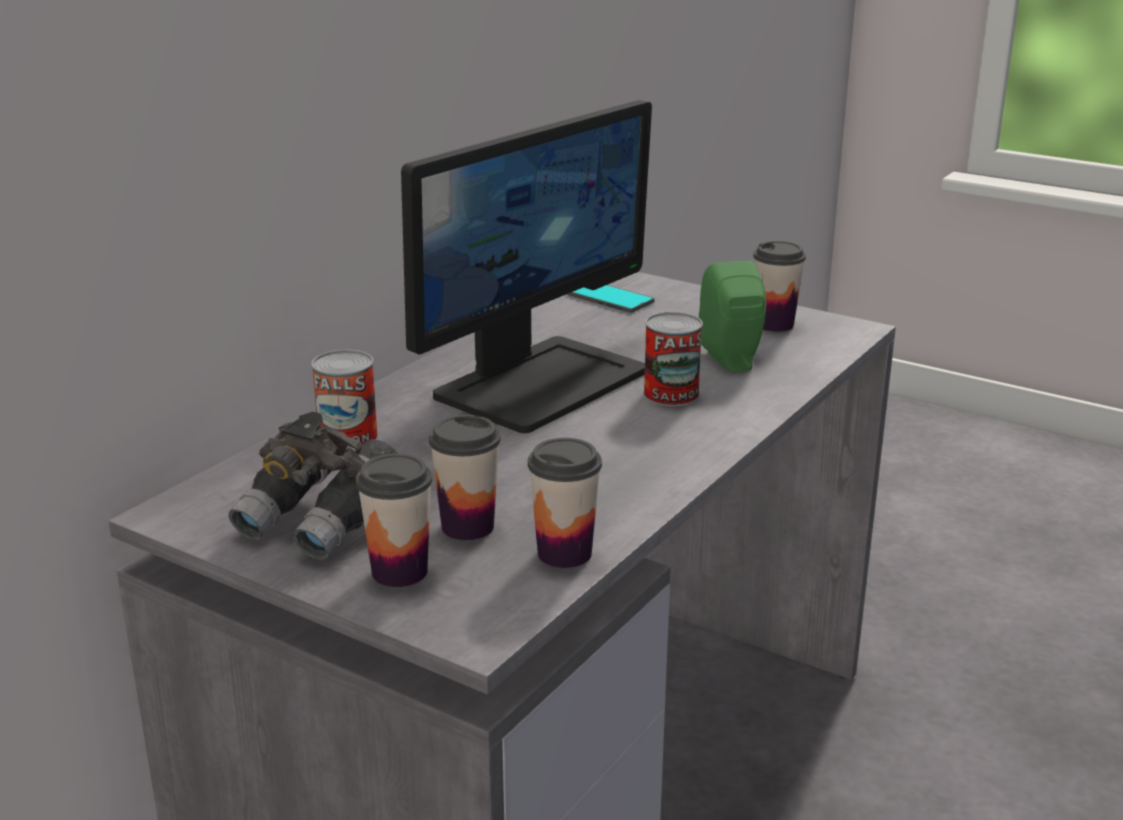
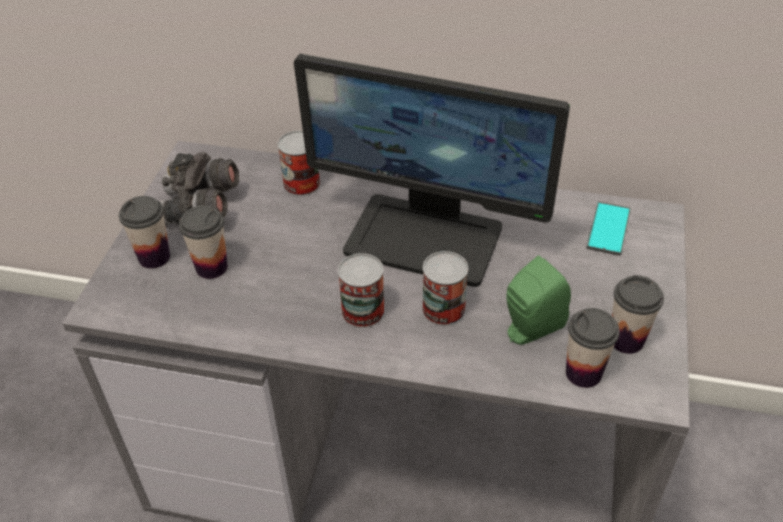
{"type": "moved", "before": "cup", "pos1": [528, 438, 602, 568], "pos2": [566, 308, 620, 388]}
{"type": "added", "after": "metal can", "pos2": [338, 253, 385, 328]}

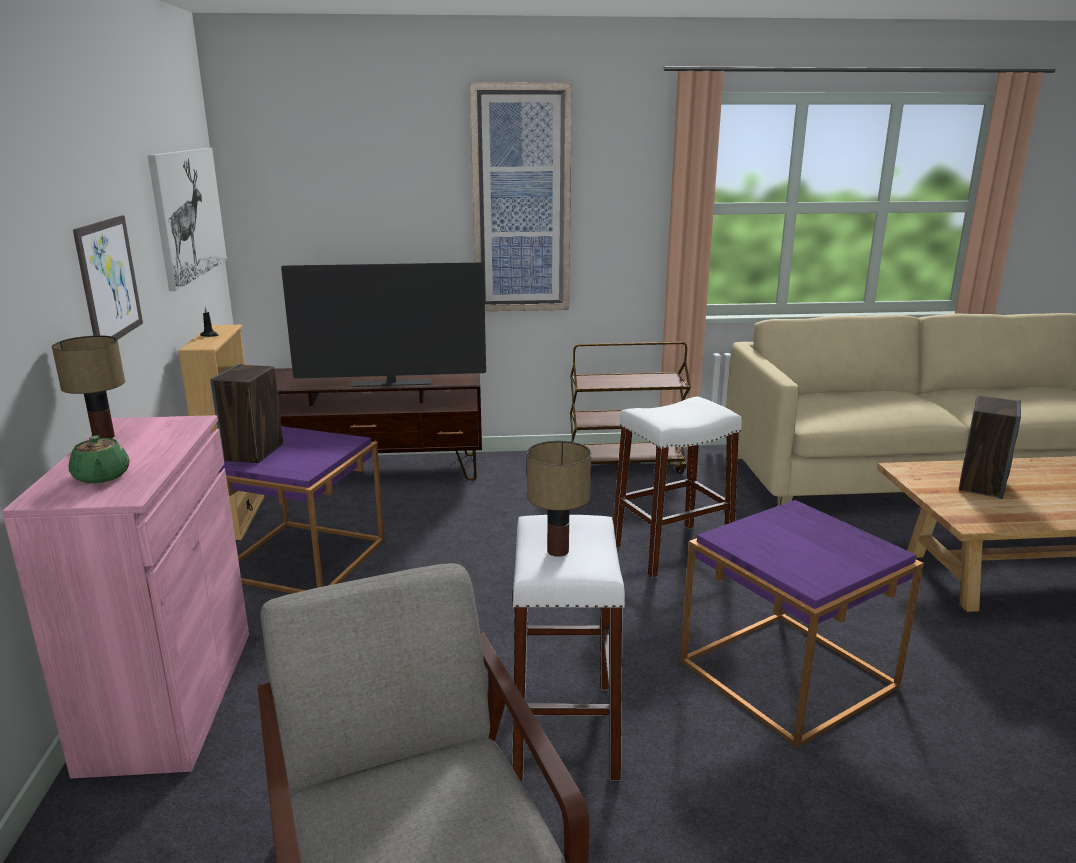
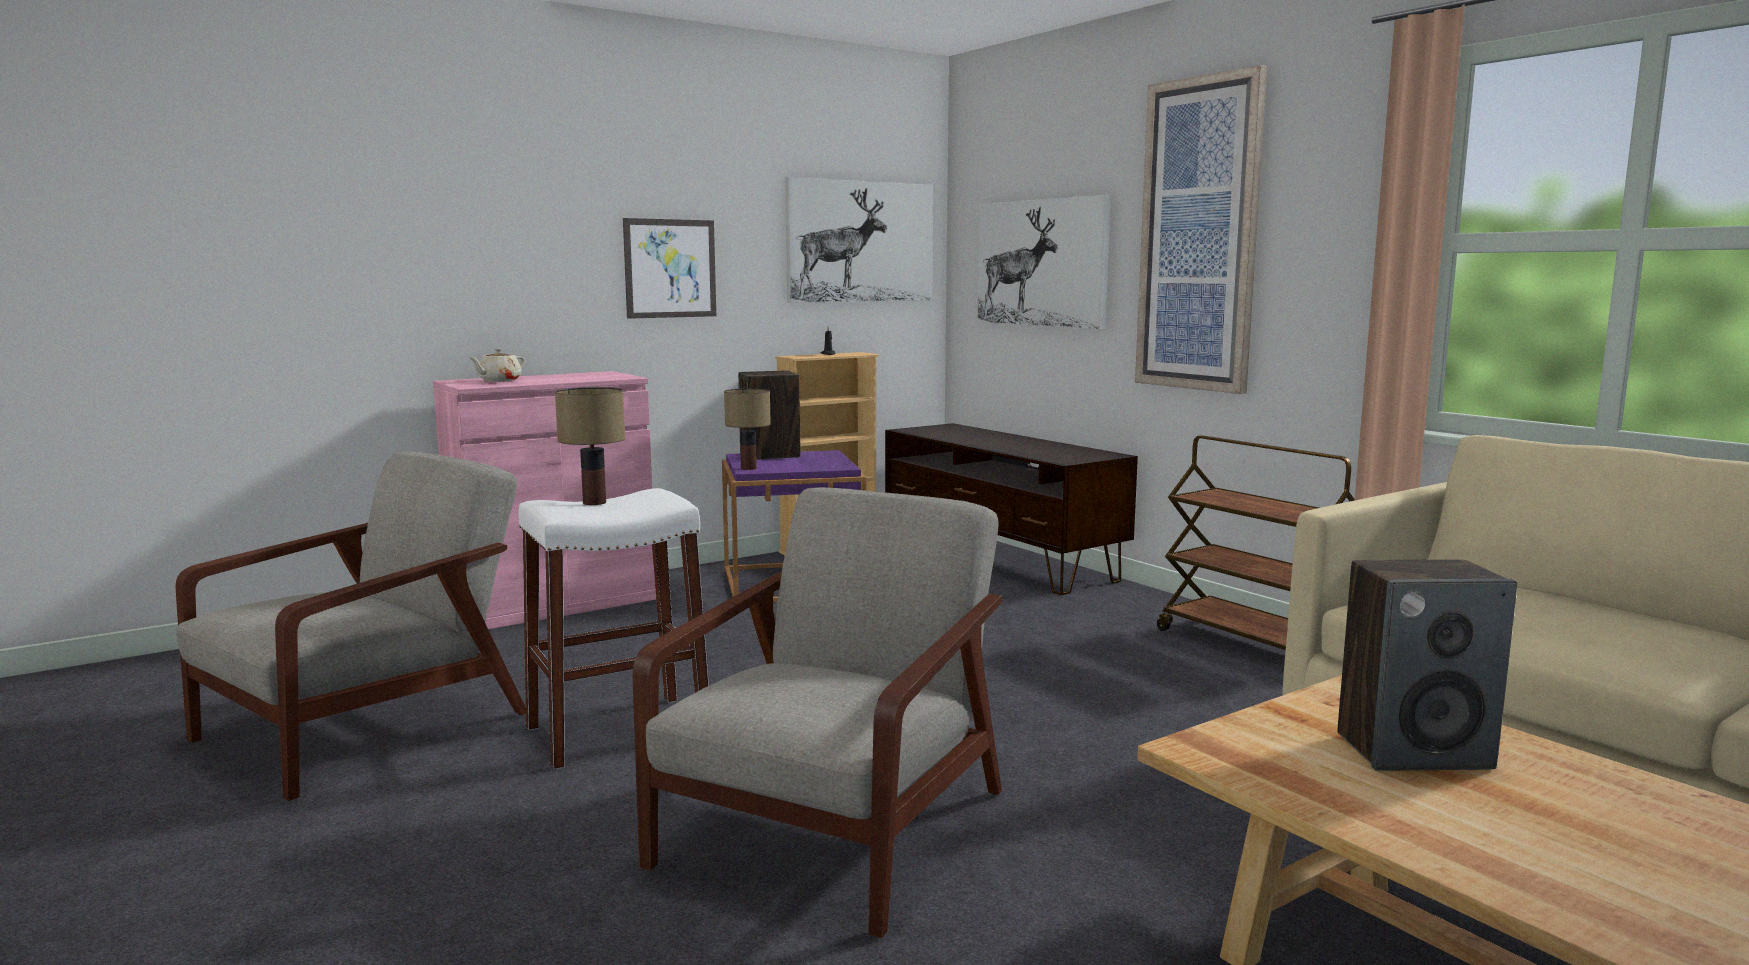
{"type": "removed", "before": "TV set", "pos1": [281, 262, 486, 387]}
{"type": "moved", "before": "tabletop lamp", "pos1": [52, 336, 125, 438], "pos2": [724, 388, 770, 470]}
{"type": "removed", "before": "stool in white-coloured", "pos1": [613, 396, 742, 578]}
{"type": "recoloured", "before": "teapot in green-coloured", "after": "teapot in sand-coloured", "pos1": [69, 436, 130, 484], "pos2": [470, 348, 525, 382]}
{"type": "replaced", "before": "end table in purple-coloured", "after": "lounge chair in grey", "pos1": [680, 500, 924, 748], "pos2": [633, 487, 1002, 938]}
{"type": "added", "after": "wall picture", "pos2": [977, 195, 1111, 329]}

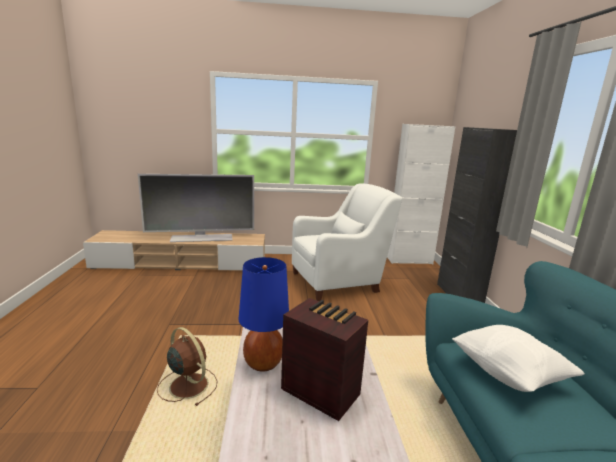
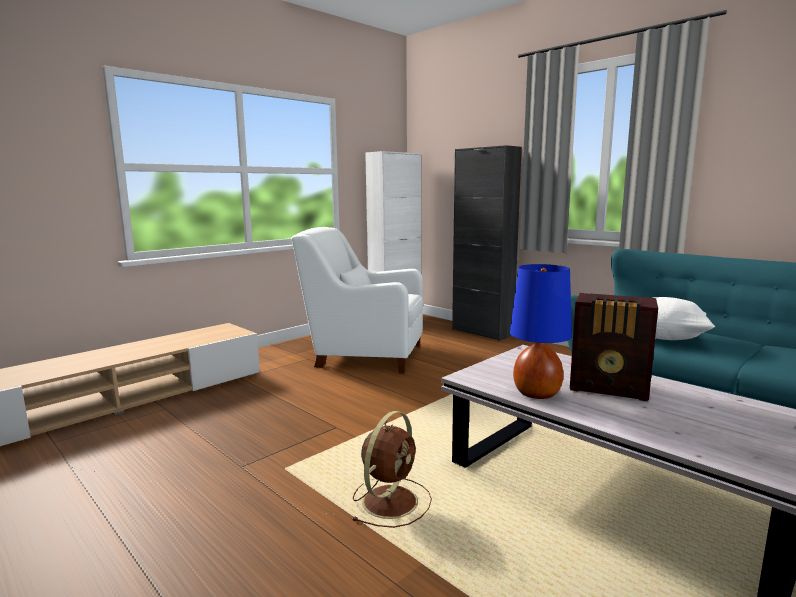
{"type": "removed", "before": "TV set", "pos1": [138, 174, 254, 242]}
{"type": "turned", "before": "lounge chair in white-coloured", "pos1": [292, 183, 402, 301], "pos2": [291, 227, 423, 373], "turn": -105}
{"type": "turned", "before": "radio", "pos1": [281, 298, 368, 421], "pos2": [570, 293, 658, 401], "turn": -150}
{"type": "turned", "before": "fan in brown-coloured", "pos1": [157, 327, 218, 406], "pos2": [353, 411, 432, 528], "turn": 120}

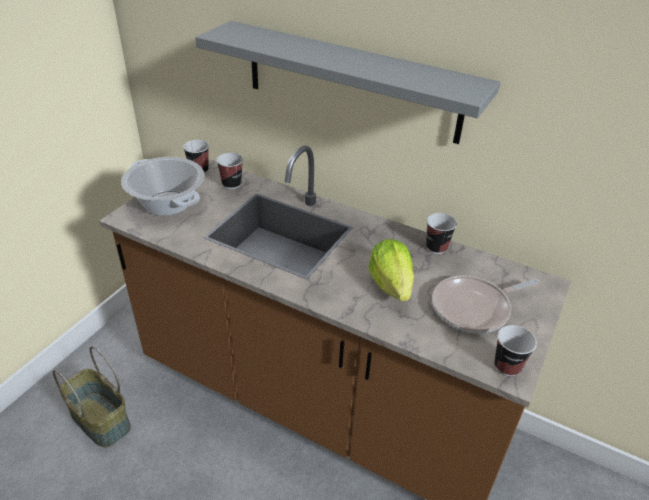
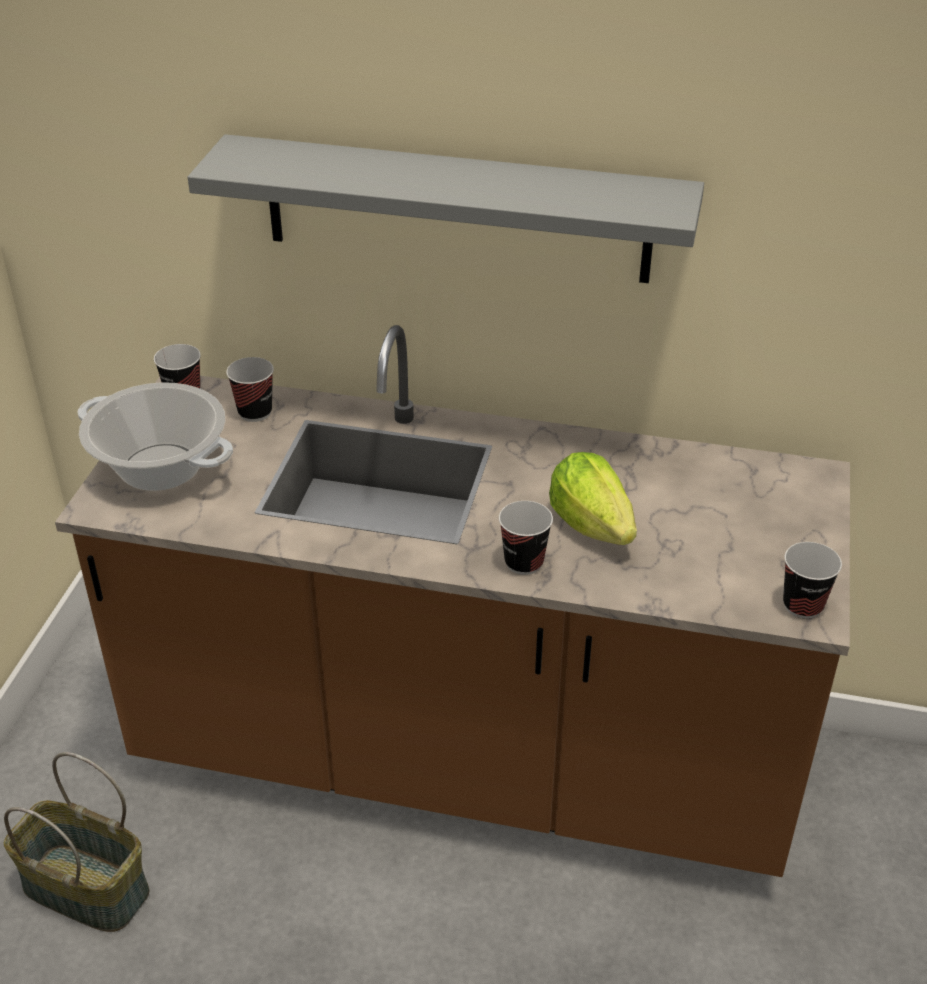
{"type": "moved", "before": "cup", "pos1": [426, 213, 457, 254], "pos2": [499, 501, 553, 575]}
{"type": "removed", "before": "pan", "pos1": [432, 275, 539, 333]}

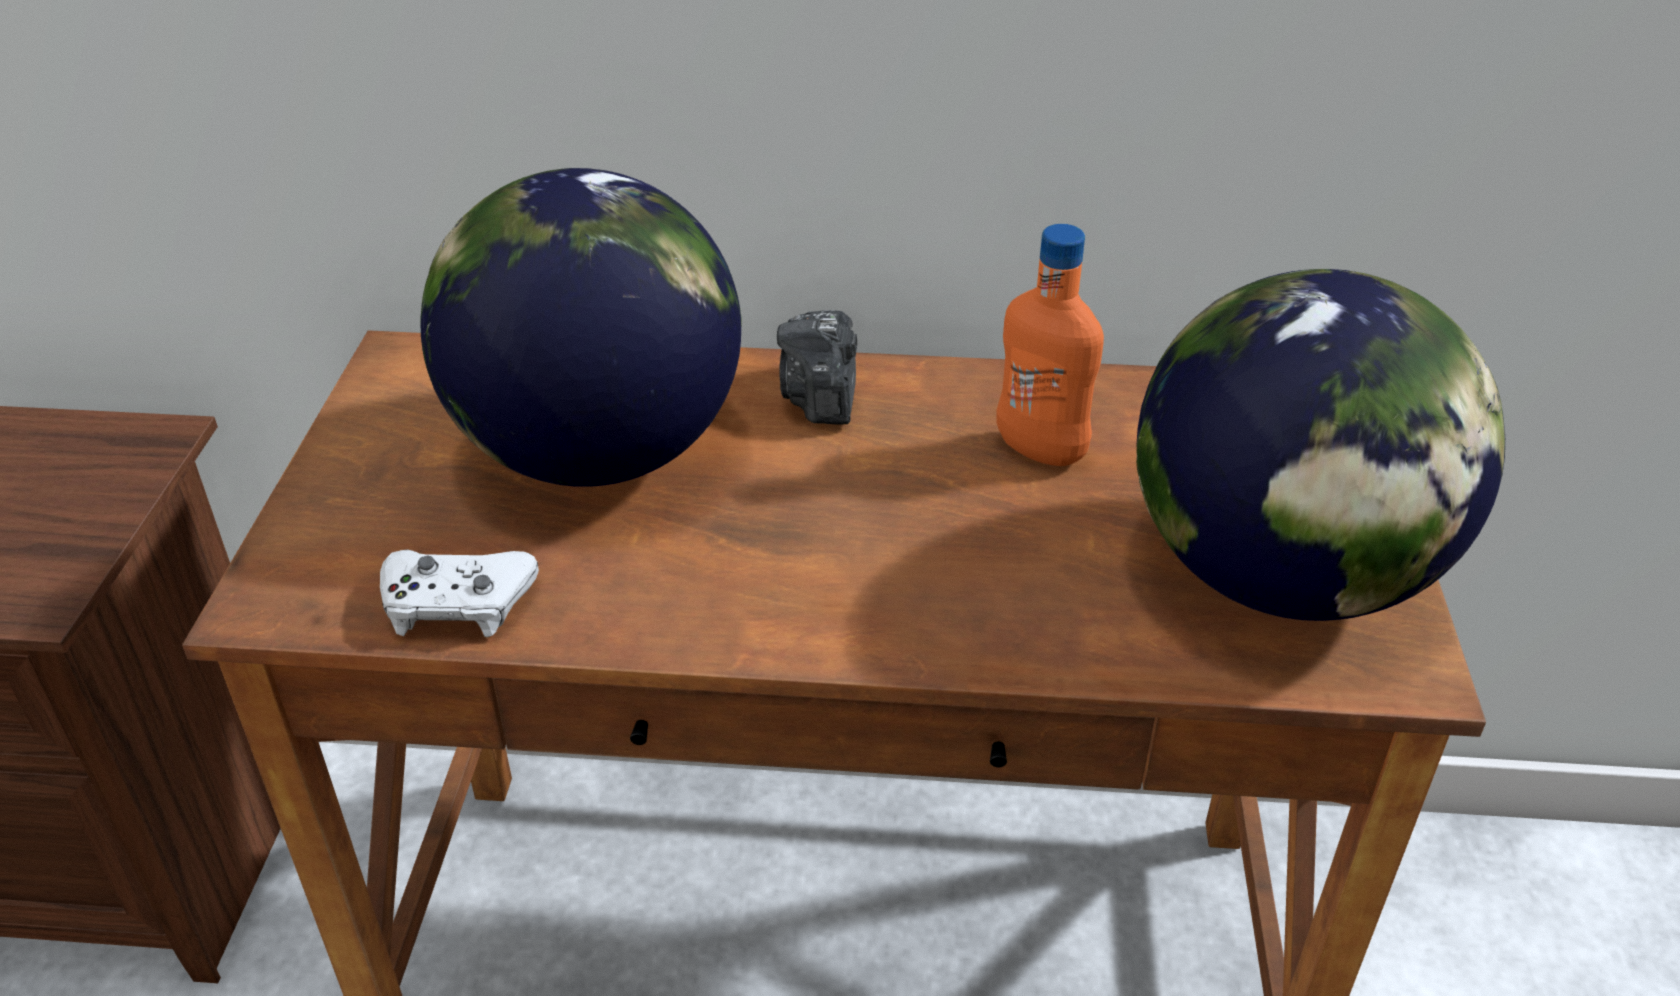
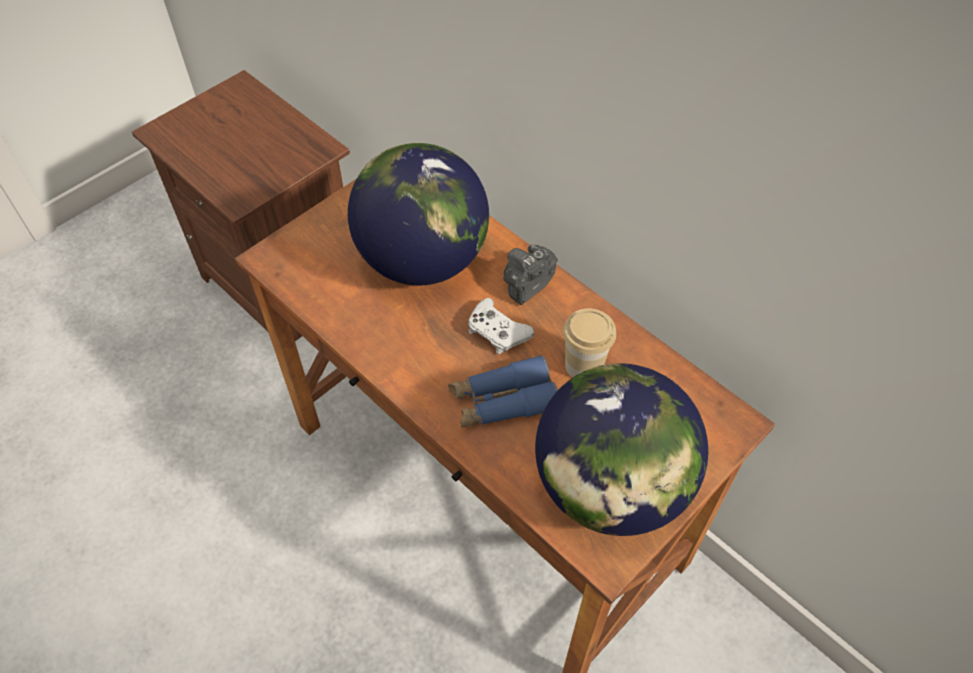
{"type": "replaced", "before": "beverage bottle in orange", "after": "cup", "pos1": [996, 224, 1104, 466], "pos2": [563, 309, 616, 378]}
{"type": "moved", "before": "joypad in white-coloured", "pos1": [380, 549, 539, 637], "pos2": [468, 298, 534, 354]}
{"type": "added", "after": "binoculars in bluish", "pos2": [448, 355, 558, 427]}

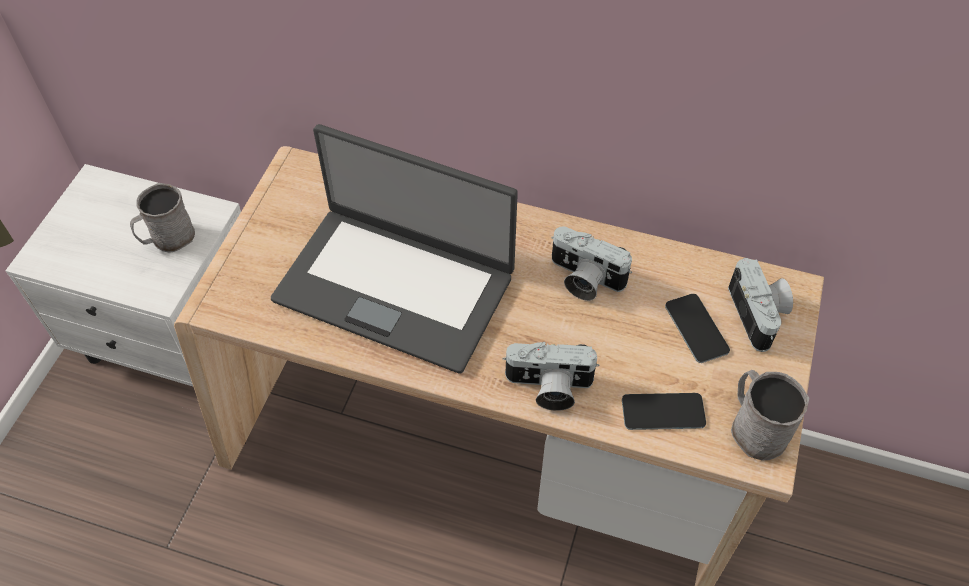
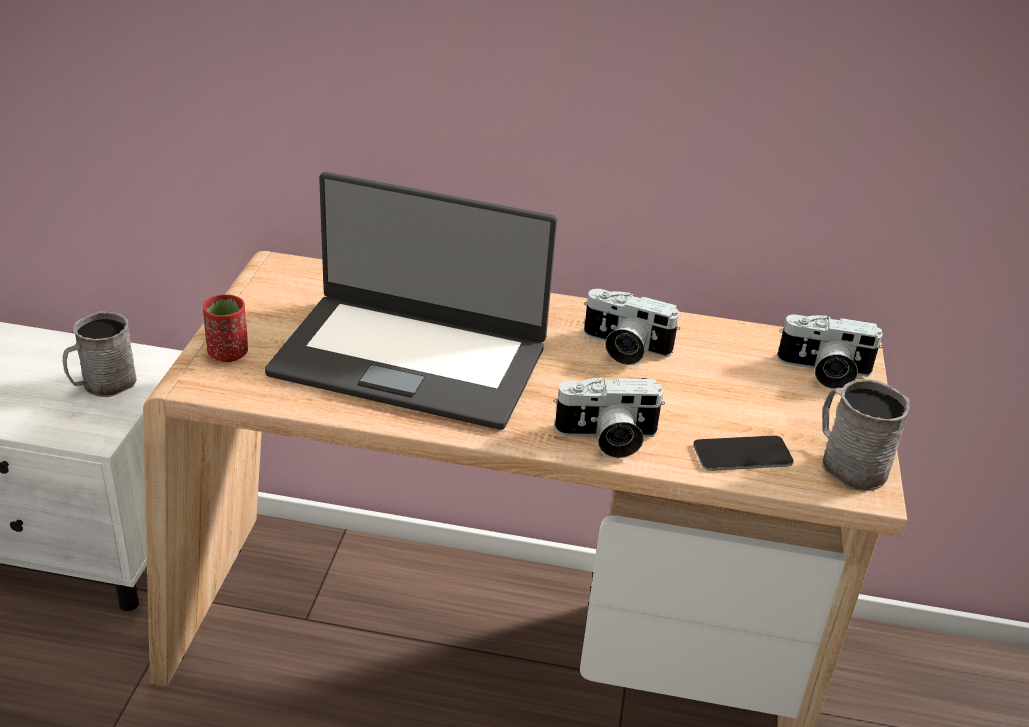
{"type": "turned", "before": "still camera", "pos1": [728, 258, 793, 352], "pos2": [777, 314, 883, 389], "turn": 120}
{"type": "removed", "before": "handset", "pos1": [665, 294, 730, 363]}
{"type": "added", "after": "cup in red", "pos2": [203, 294, 248, 362]}

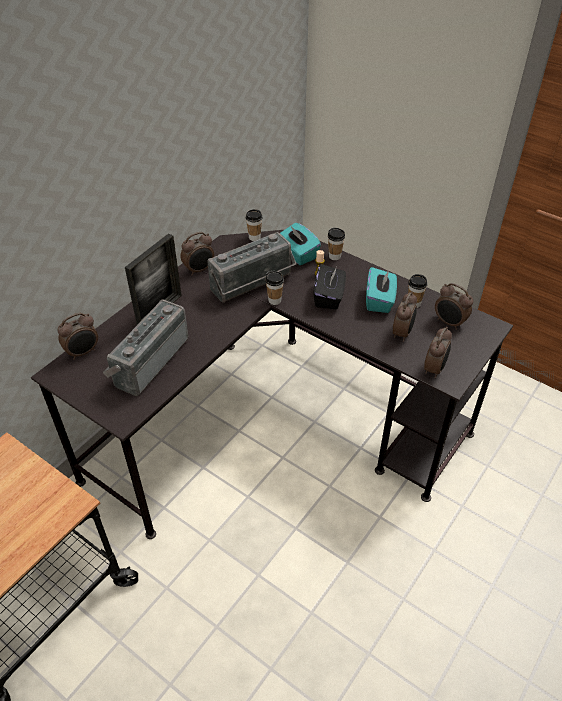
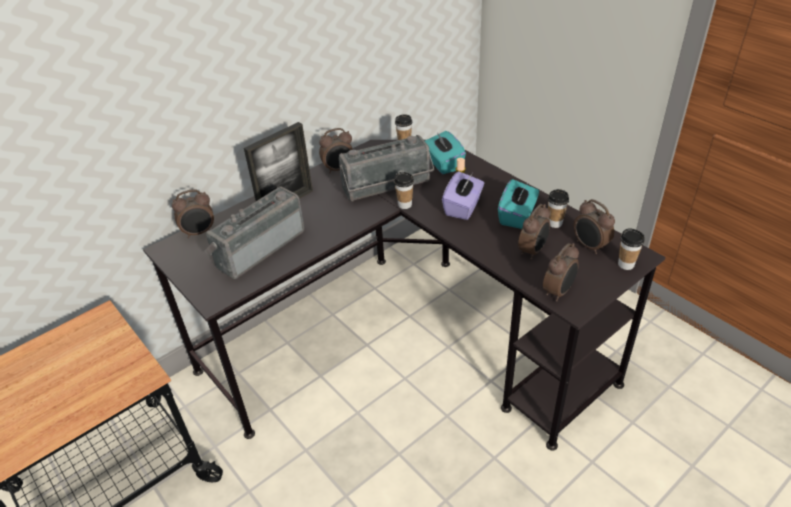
{"type": "moved", "before": "cup", "pos1": [328, 228, 345, 260], "pos2": [618, 228, 645, 270]}
{"type": "recoloured", "before": "box of tissues in black-coloured", "after": "box of tissues in purple-coloured", "pos1": [314, 264, 346, 309], "pos2": [442, 171, 484, 220]}

